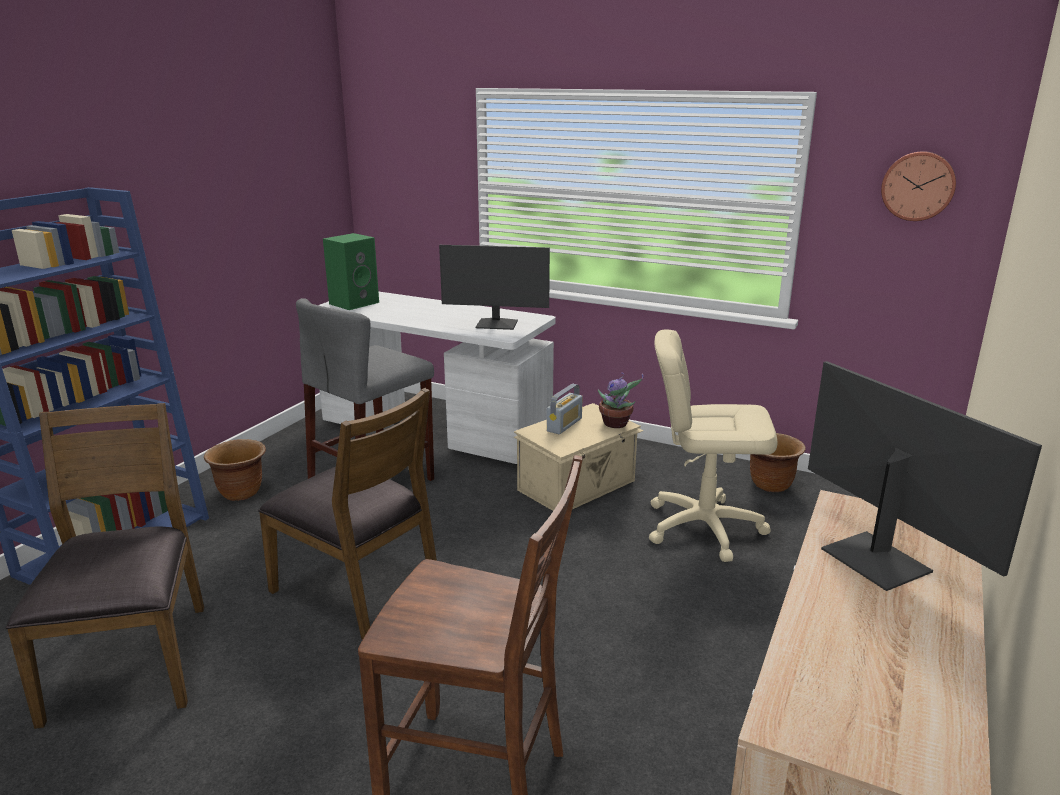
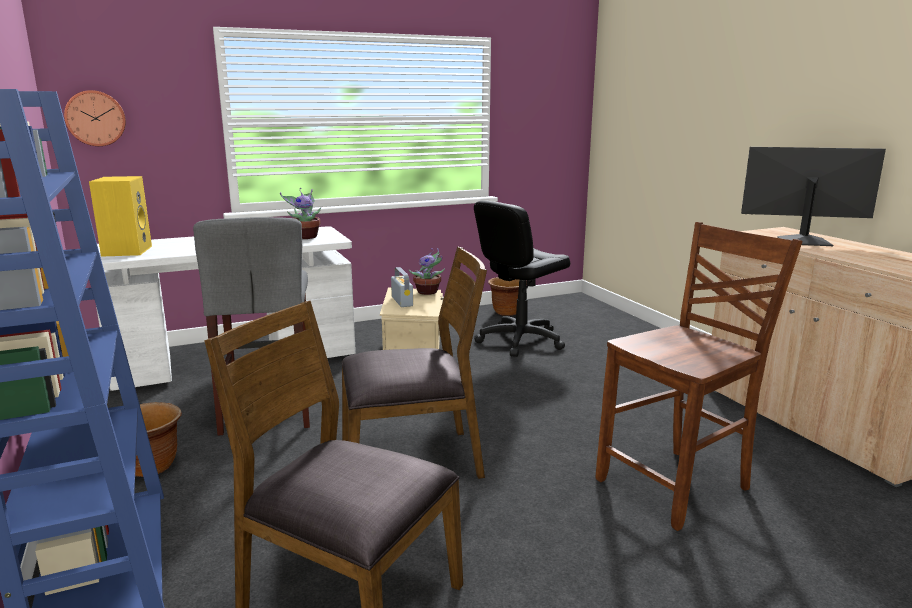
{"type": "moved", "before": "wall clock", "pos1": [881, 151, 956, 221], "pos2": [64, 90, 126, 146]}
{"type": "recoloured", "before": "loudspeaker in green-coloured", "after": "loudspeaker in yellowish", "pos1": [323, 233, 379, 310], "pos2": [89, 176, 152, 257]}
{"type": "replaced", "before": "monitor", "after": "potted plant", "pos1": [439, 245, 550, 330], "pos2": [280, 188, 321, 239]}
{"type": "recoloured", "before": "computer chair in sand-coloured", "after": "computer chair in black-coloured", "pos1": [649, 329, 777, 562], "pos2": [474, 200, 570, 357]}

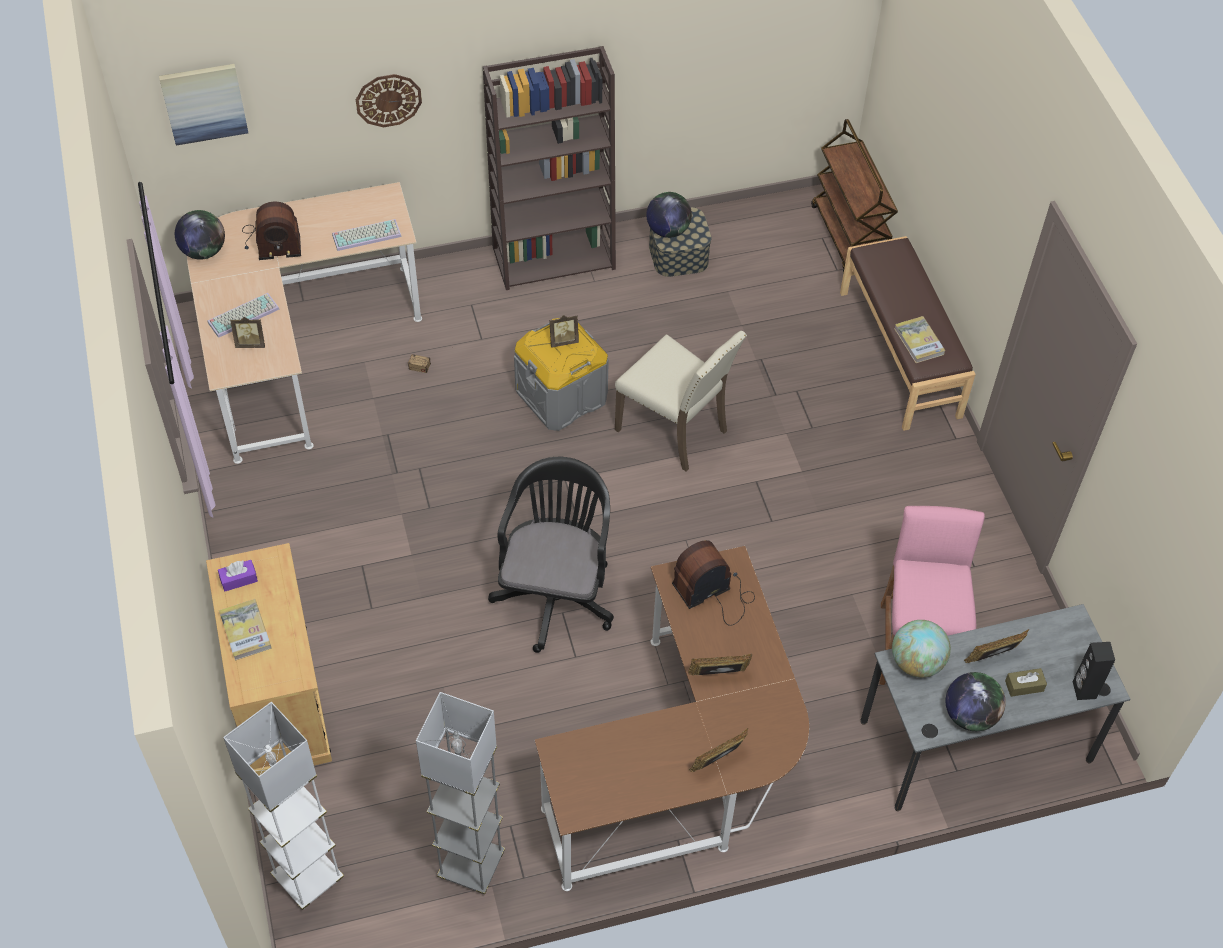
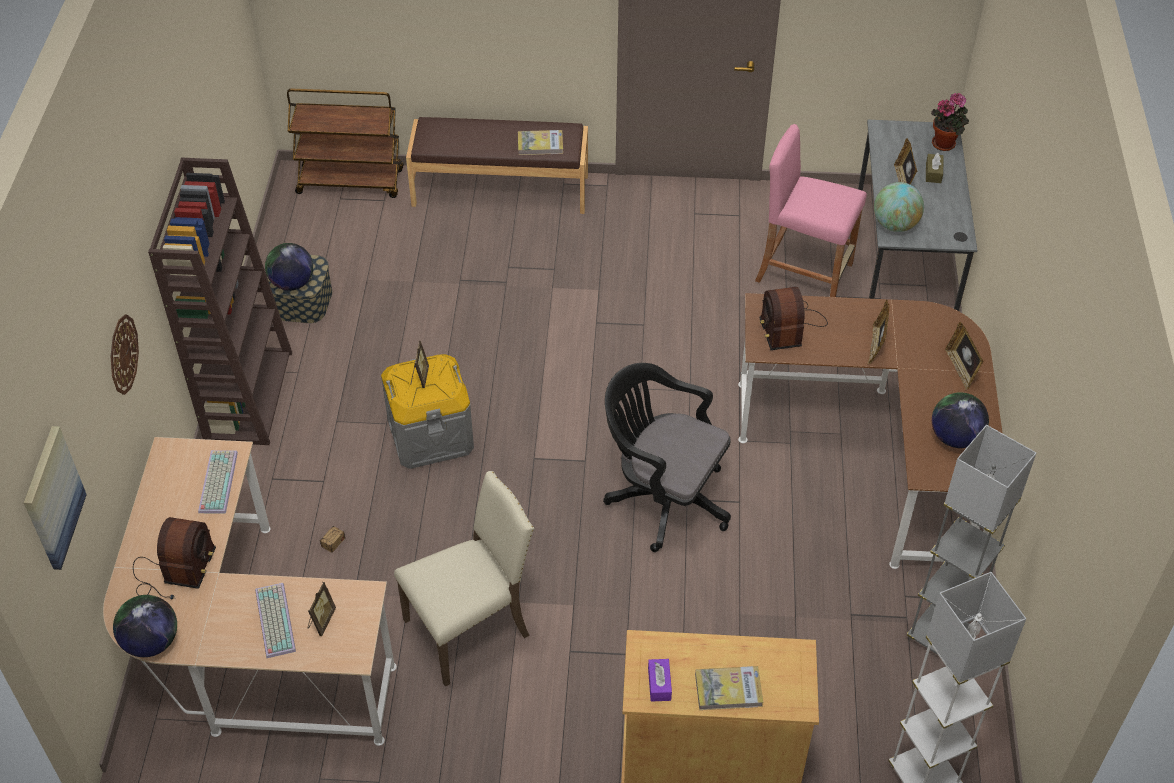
{"type": "moved", "before": "plain chair in sand-coloured", "pos1": [615, 331, 747, 472], "pos2": [394, 471, 534, 687]}
{"type": "replaced", "before": "loudspeaker in black-coloured", "after": "potted plant", "pos1": [1072, 642, 1115, 700], "pos2": [931, 93, 969, 151]}
{"type": "moved", "before": "globe", "pos1": [946, 672, 1006, 731], "pos2": [932, 392, 989, 448]}

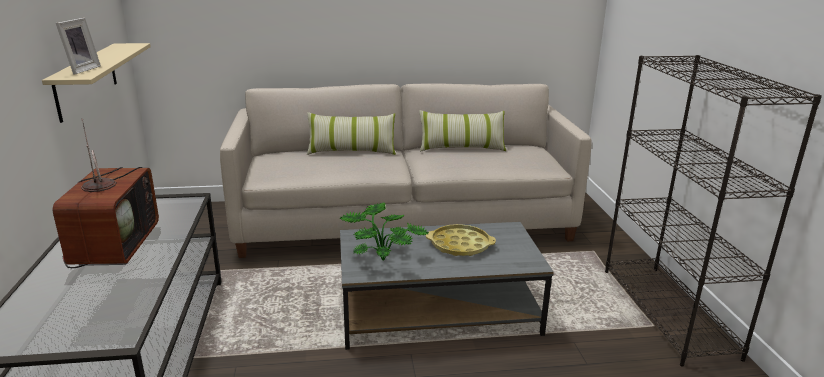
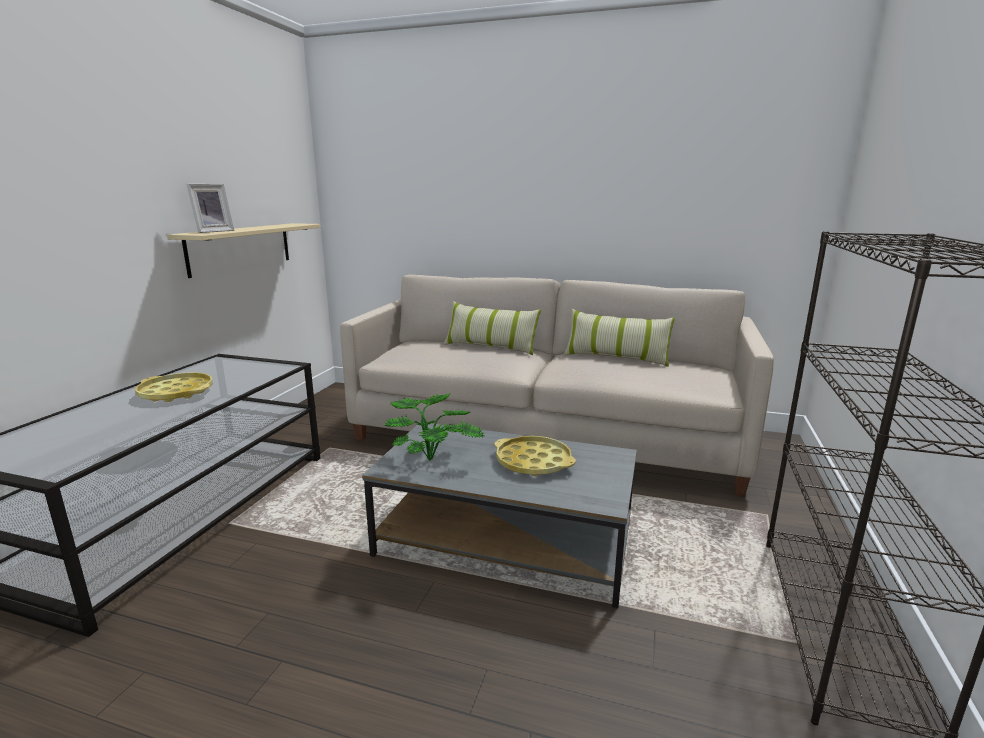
{"type": "replaced", "before": "TV set", "after": "tray in yellowish", "pos1": [53, 119, 159, 268], "pos2": [135, 373, 213, 402]}

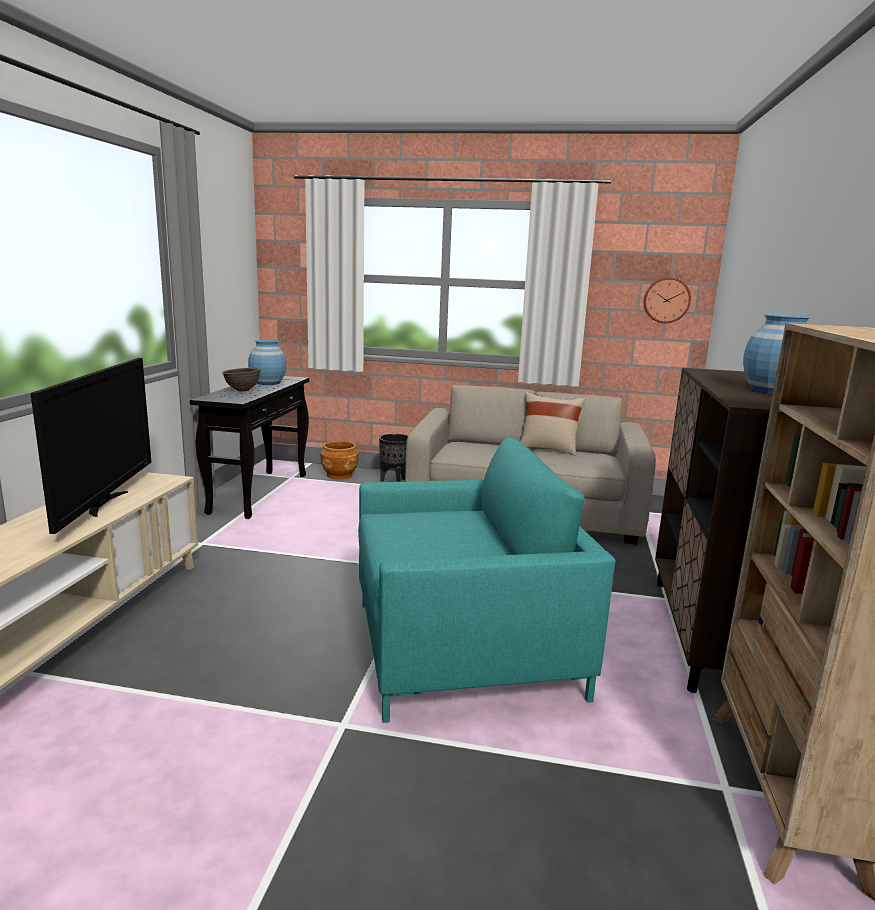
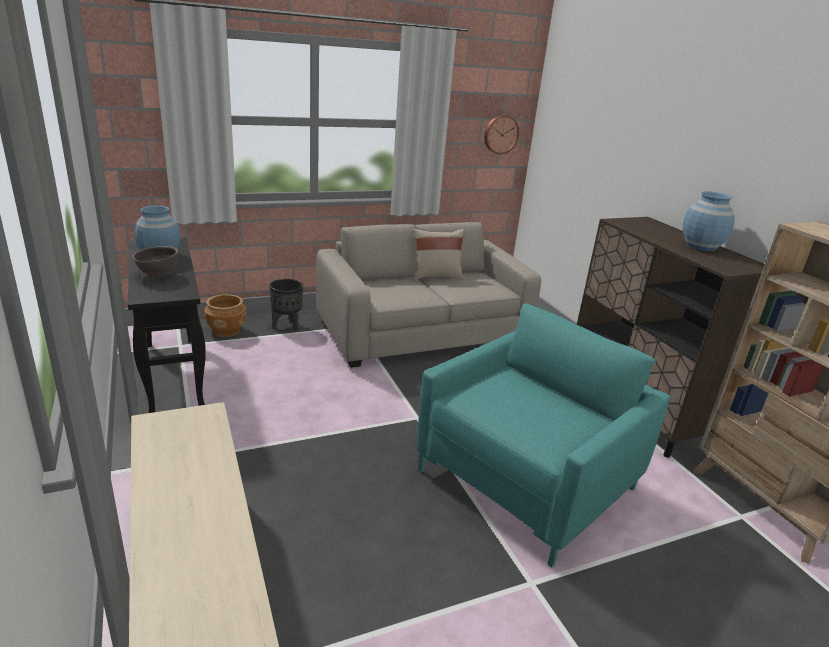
{"type": "removed", "before": "TV set", "pos1": [30, 358, 151, 534]}

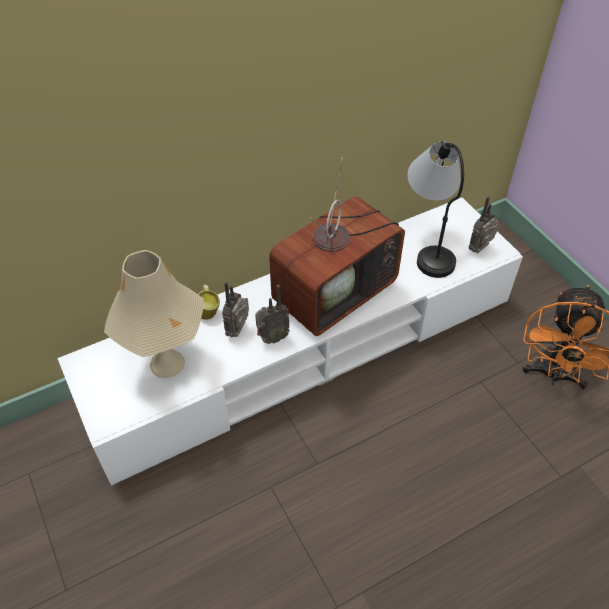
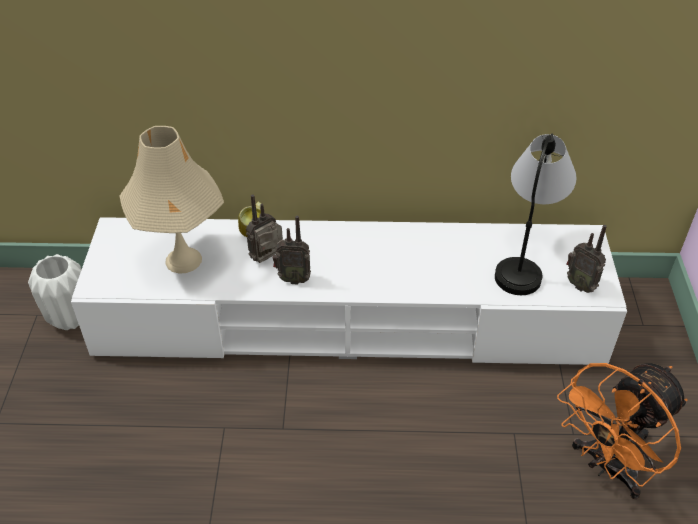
{"type": "removed", "before": "TV set", "pos1": [269, 157, 405, 336]}
{"type": "turned", "before": "radio", "pos1": [469, 196, 500, 253], "pos2": [566, 225, 607, 293], "turn": -120}
{"type": "added", "after": "decorative vase in white-coloured", "pos2": [28, 254, 81, 330]}

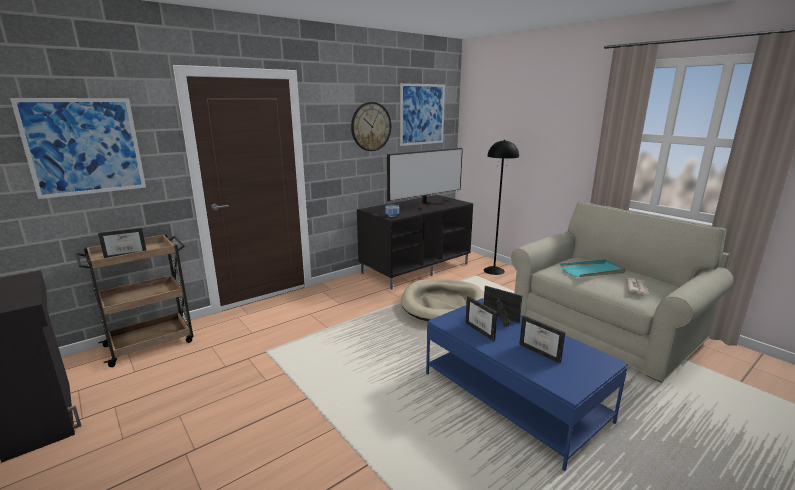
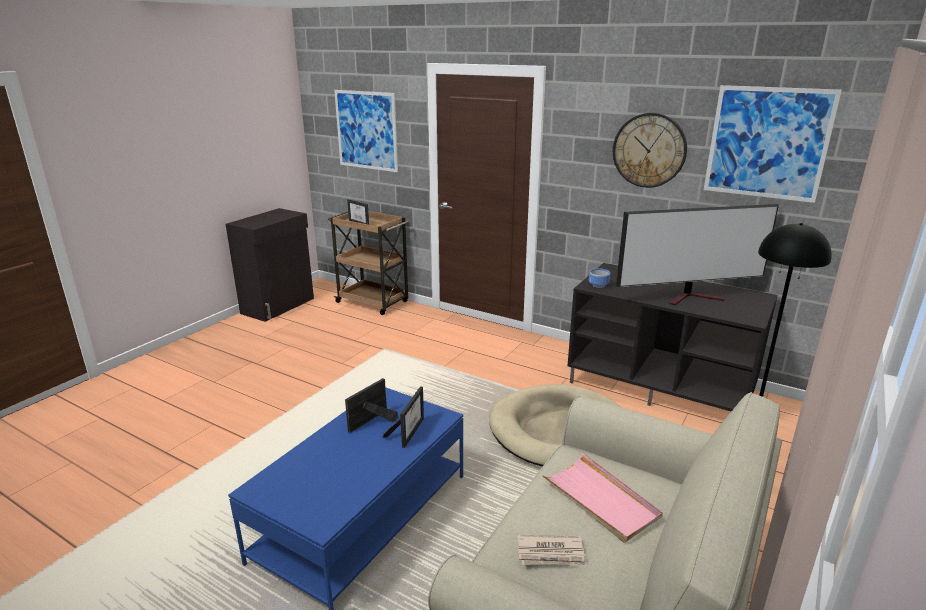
{"type": "turned", "before": "TV set", "pos1": [387, 148, 463, 209], "pos2": [616, 204, 779, 305], "turn": -45}
{"type": "recoloured", "before": "tray in turquoise", "after": "tray in pink-coloured", "pos1": [560, 260, 626, 277], "pos2": [542, 453, 663, 543]}
{"type": "removed", "before": "standing frame", "pos1": [519, 315, 565, 364]}

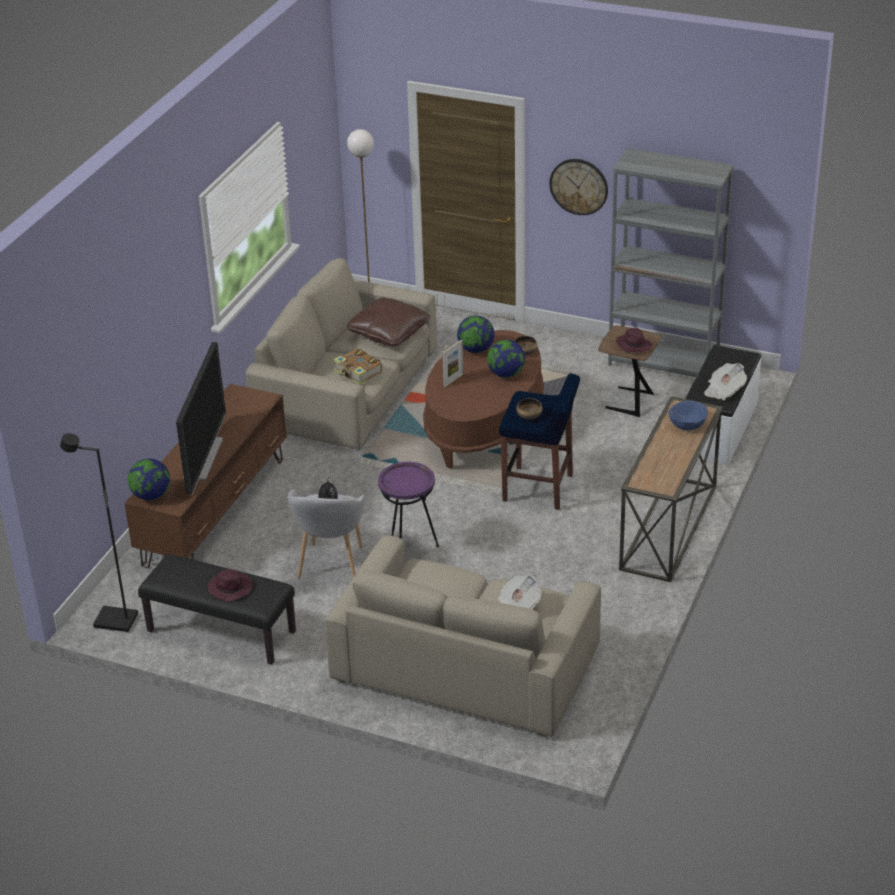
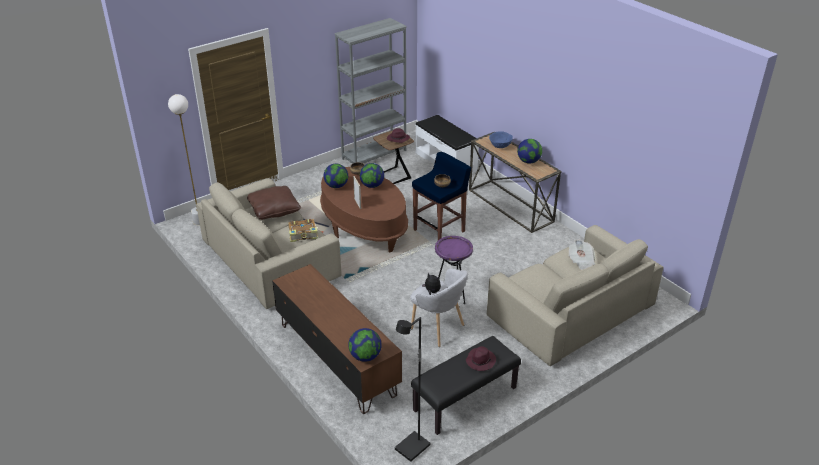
{"type": "removed", "before": "wall clock", "pos1": [549, 159, 608, 215]}
{"type": "removed", "before": "TV set", "pos1": [176, 342, 226, 495]}
{"type": "removed", "before": "daily paper", "pos1": [704, 363, 747, 400]}
{"type": "added", "after": "globe", "pos2": [517, 139, 542, 164]}

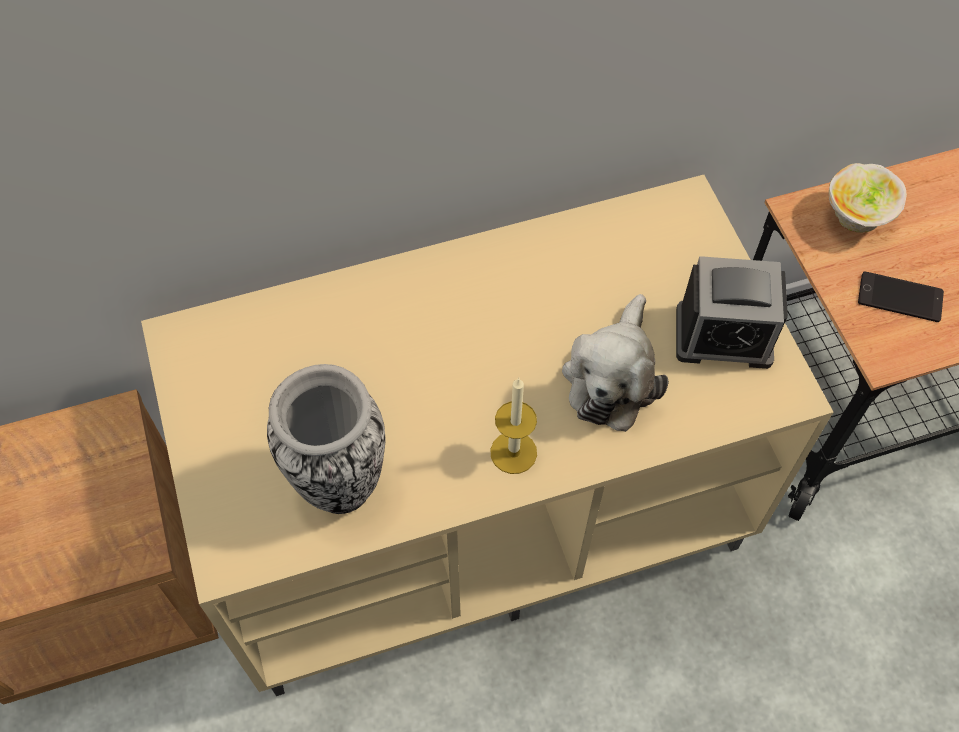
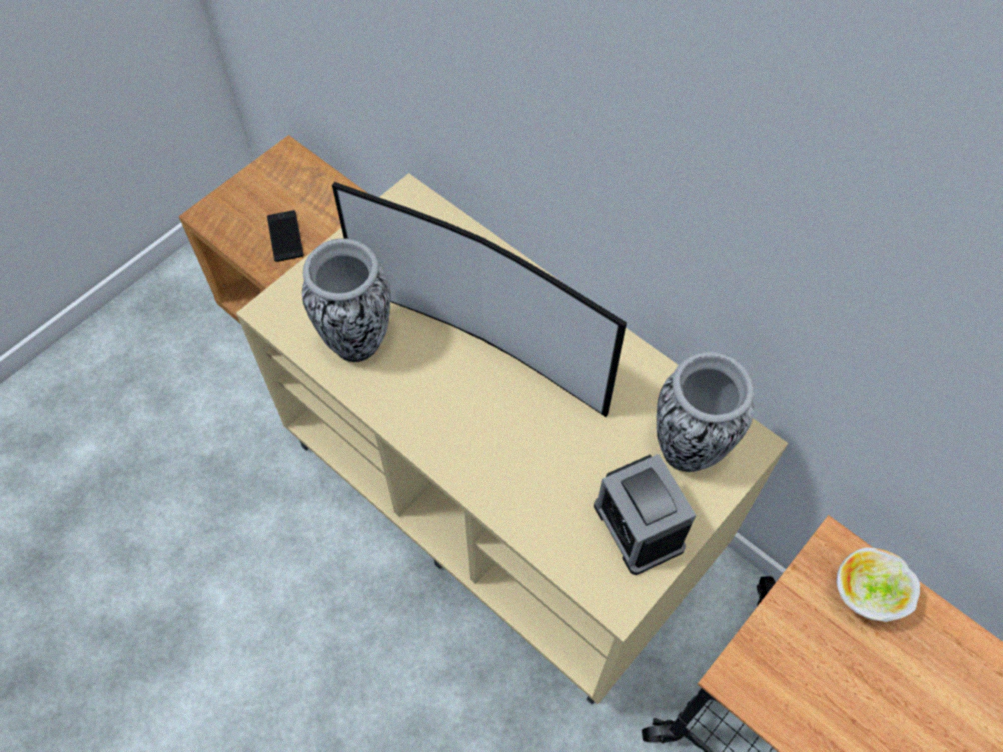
{"type": "moved", "before": "handset", "pos1": [858, 271, 944, 322], "pos2": [267, 210, 304, 262]}
{"type": "removed", "before": "plush toy", "pos1": [562, 294, 669, 432]}
{"type": "removed", "before": "wax light", "pos1": [490, 378, 537, 474]}
{"type": "added", "after": "TV set", "pos2": [332, 182, 627, 417]}
{"type": "added", "after": "decorative vase", "pos2": [657, 352, 754, 472]}

